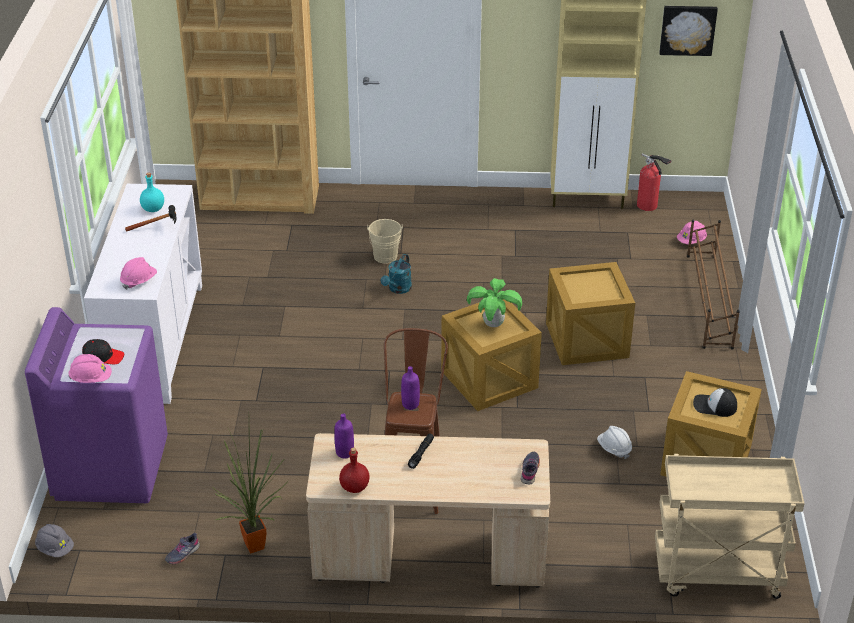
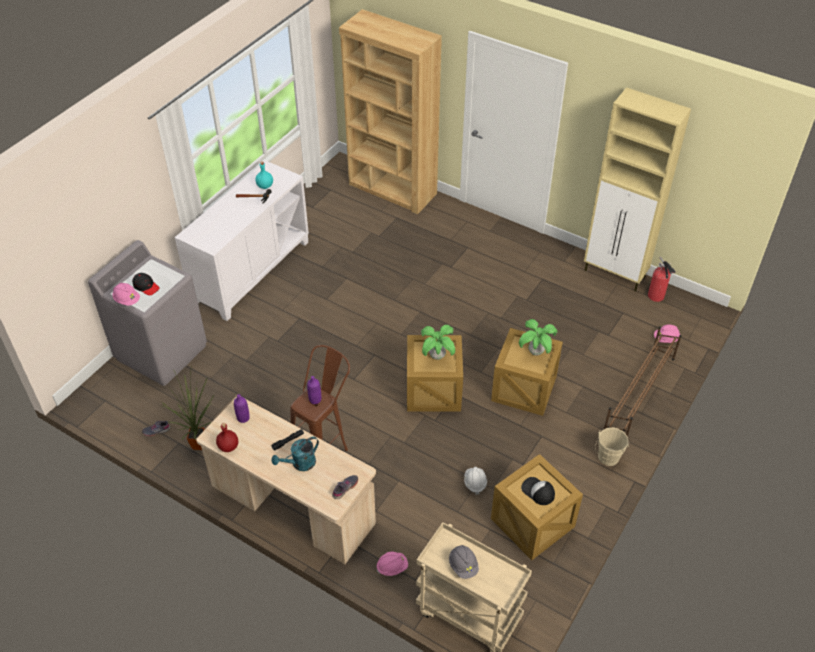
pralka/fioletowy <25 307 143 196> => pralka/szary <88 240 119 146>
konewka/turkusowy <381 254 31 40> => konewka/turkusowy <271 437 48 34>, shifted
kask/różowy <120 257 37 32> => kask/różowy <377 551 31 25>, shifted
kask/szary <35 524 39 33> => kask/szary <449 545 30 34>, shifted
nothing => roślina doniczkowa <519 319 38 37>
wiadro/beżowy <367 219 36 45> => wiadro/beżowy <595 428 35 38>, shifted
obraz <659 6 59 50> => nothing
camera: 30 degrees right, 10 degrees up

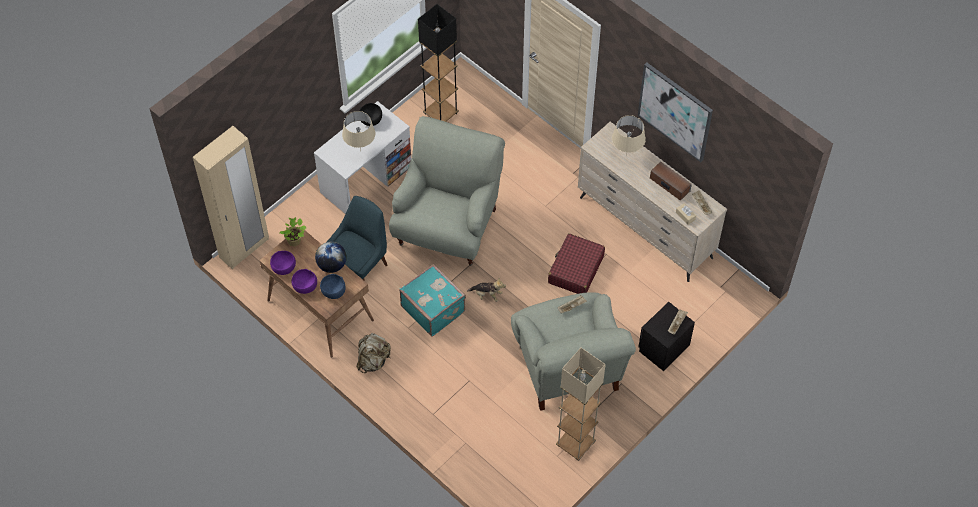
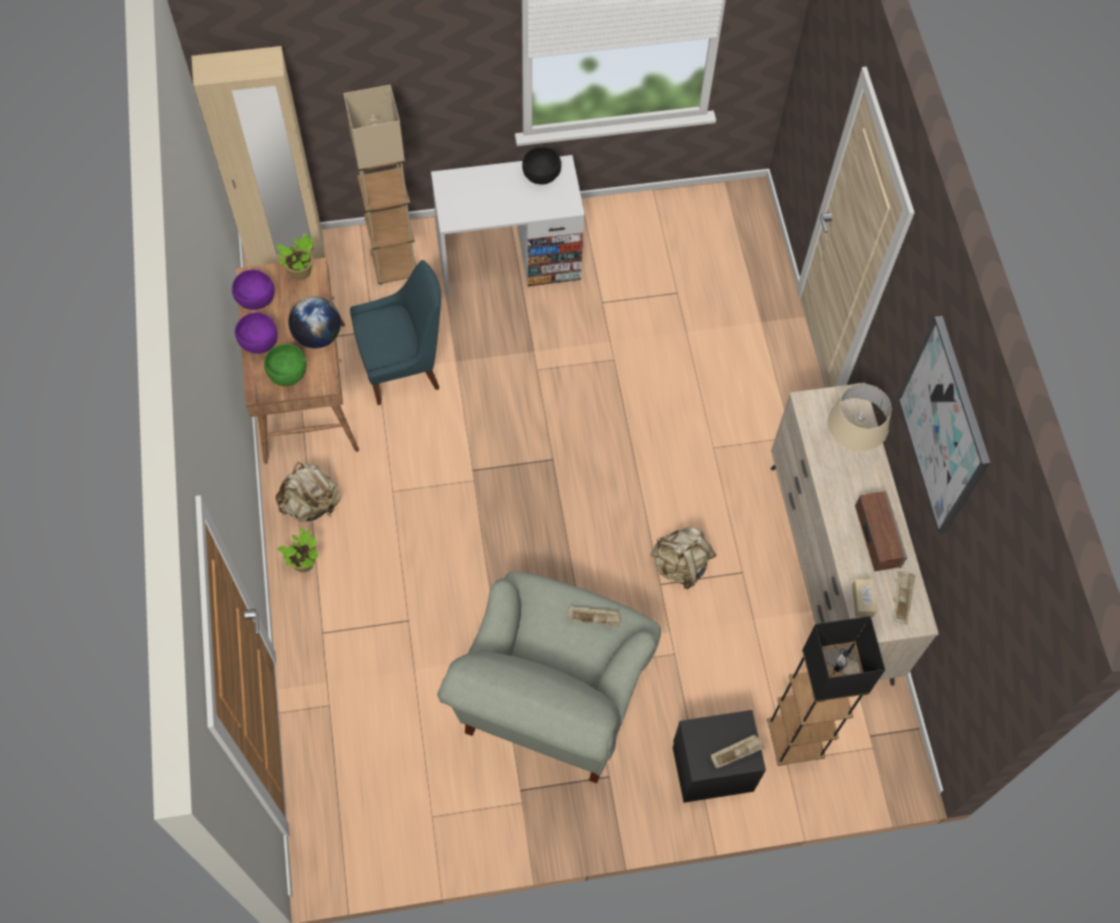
miska/niebieski <320 274 26 25> => miska/zielony <264 344 43 42>
nothing => roślina doniczkowa <277 528 41 44>
lampa stojąca/beżowy <556 348 50 113> => lampa stojąca/beżowy <344 85 72 201>, shifted
walizka/czerwony <548 233 57 61> => plecak/beżowy <650 527 66 62>
lampa stojąca/czarny <418 4 41 118> => lampa stojąca/czarny <767 616 118 150>, shifted
lampa stołowa/beżowy <342 111 33 39> => nothing
fotel/szary <389 116 116 150> => nothing
walizka/turkusowy <399 264 67 72> => nothing
pluszak <467 278 39 24> => nothing
camera: 35 degrees right, 5 degrees up

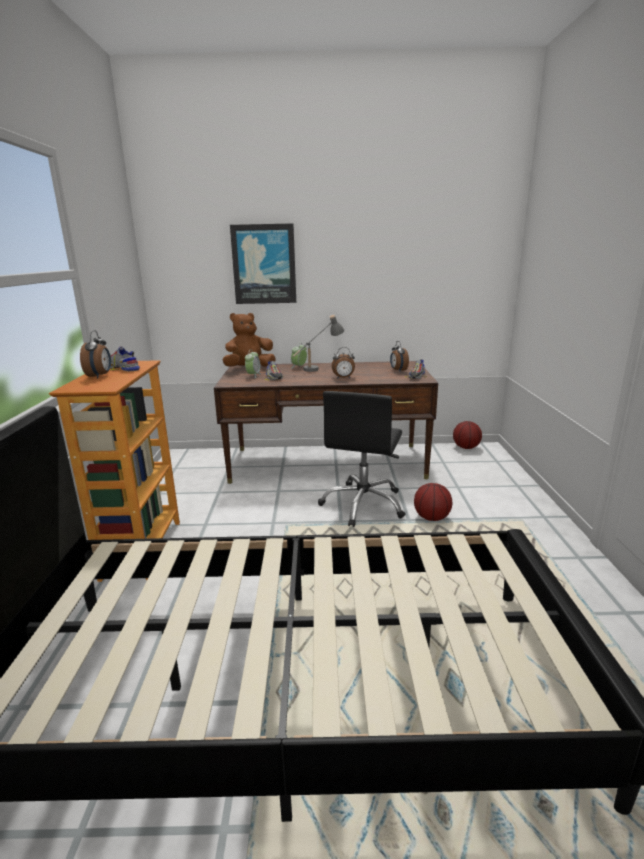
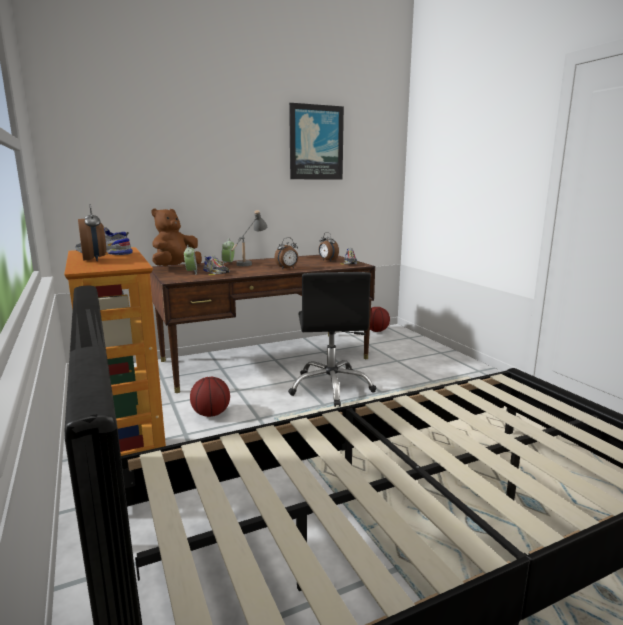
piłka do koszykówki <414 483 38 38> => piłka do koszykówki <190 377 40 40>, shifted
obraz <230 223 66 81> => obraz <289 103 55 76>, shifted
camera: 25 degrees left, 5 degrees down

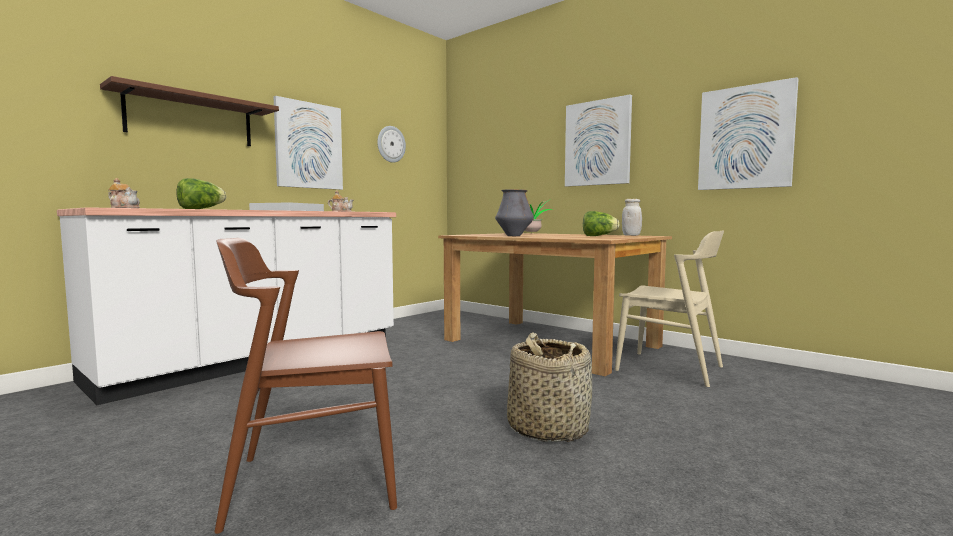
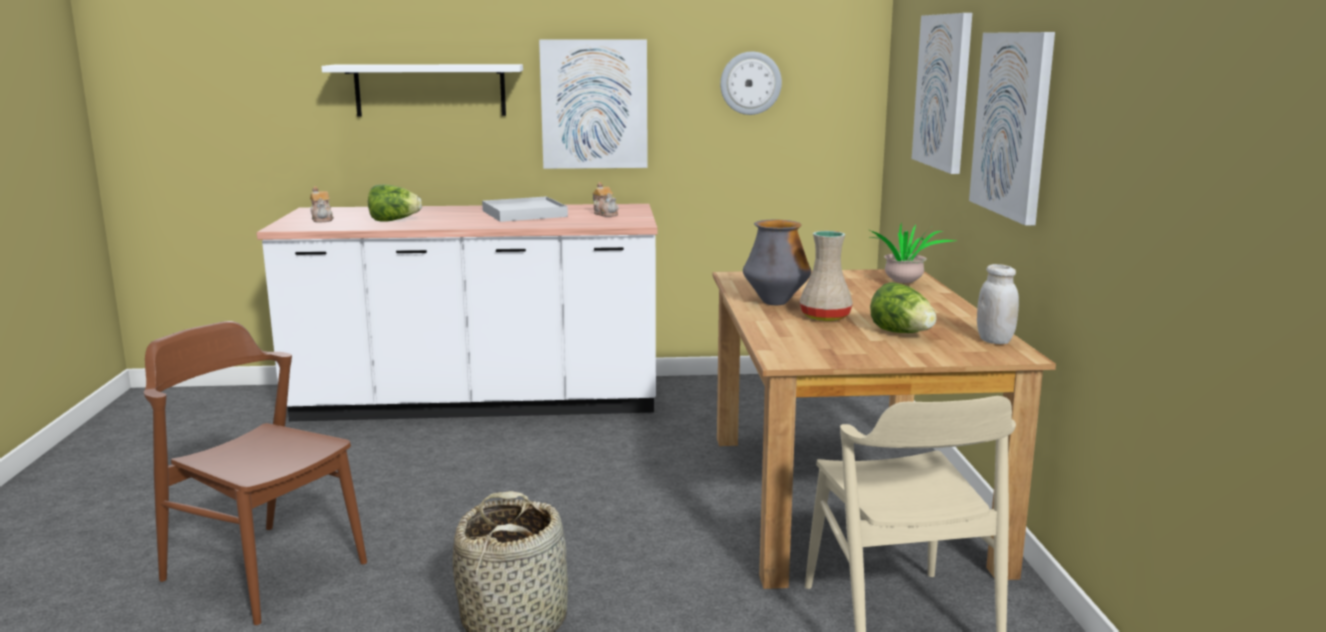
półka/brązowy <100 76 179 70> => półka/biały <321 64 202 52>
nothing => wazon/beżowy <799 231 54 90>
obraz <698 77 101 113> => obraz <912 13 60 161>, shifted
camera: 45 degrees right, 10 degrees up

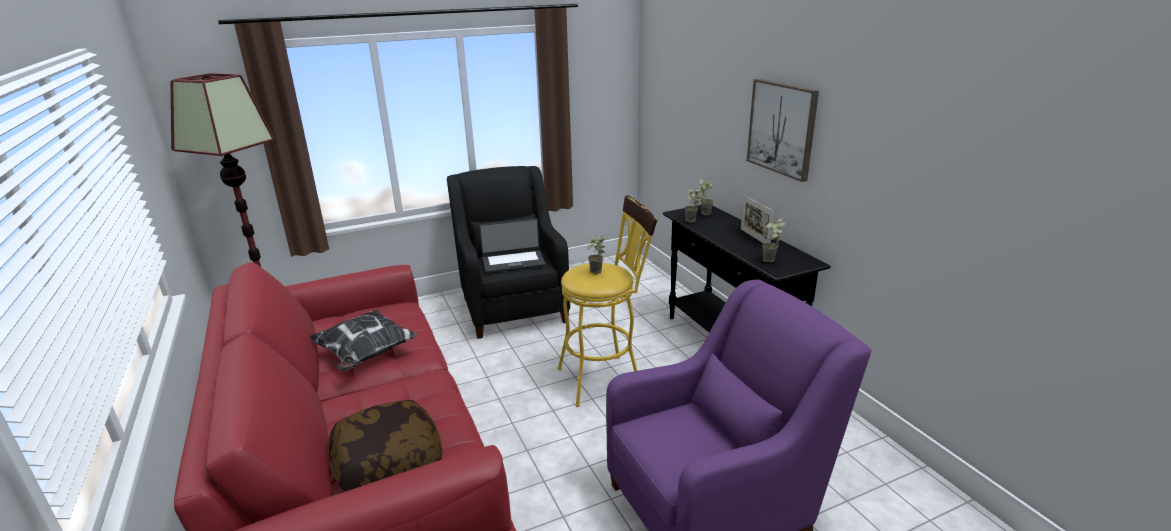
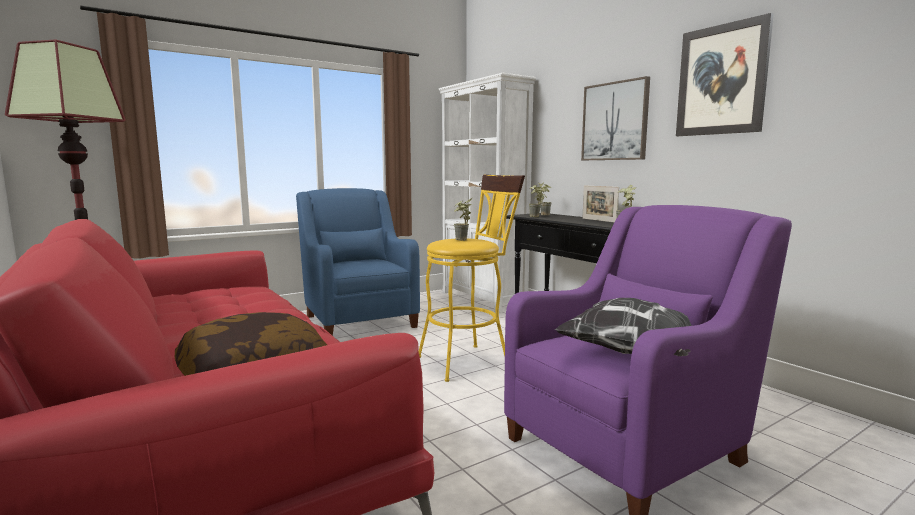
fotel/czarny <447 166 123 173> => fotel/niebieski <296 188 124 148>
nothing => regał/biały <438 73 98 240>
poduszka <310 310 108 61> => poduszka <555 298 137 58>, shifted
nothing => obraz <676 13 98 123>
laptop <479 218 67 55> => nothing
camera: 10 degrees left, 15 degrees down

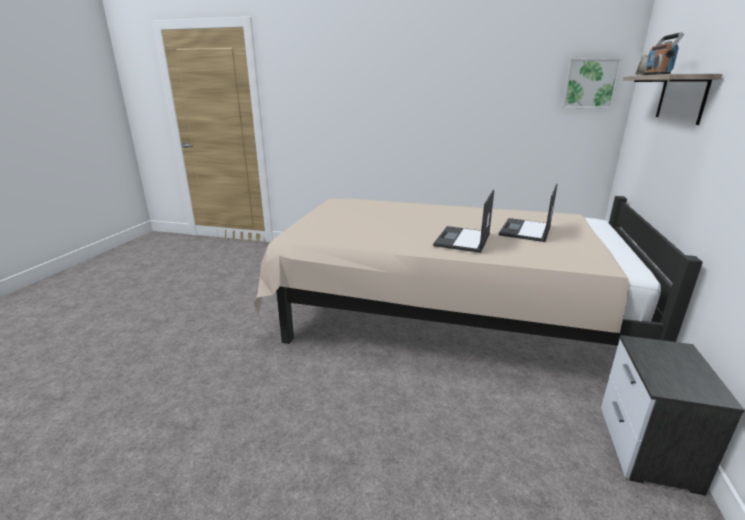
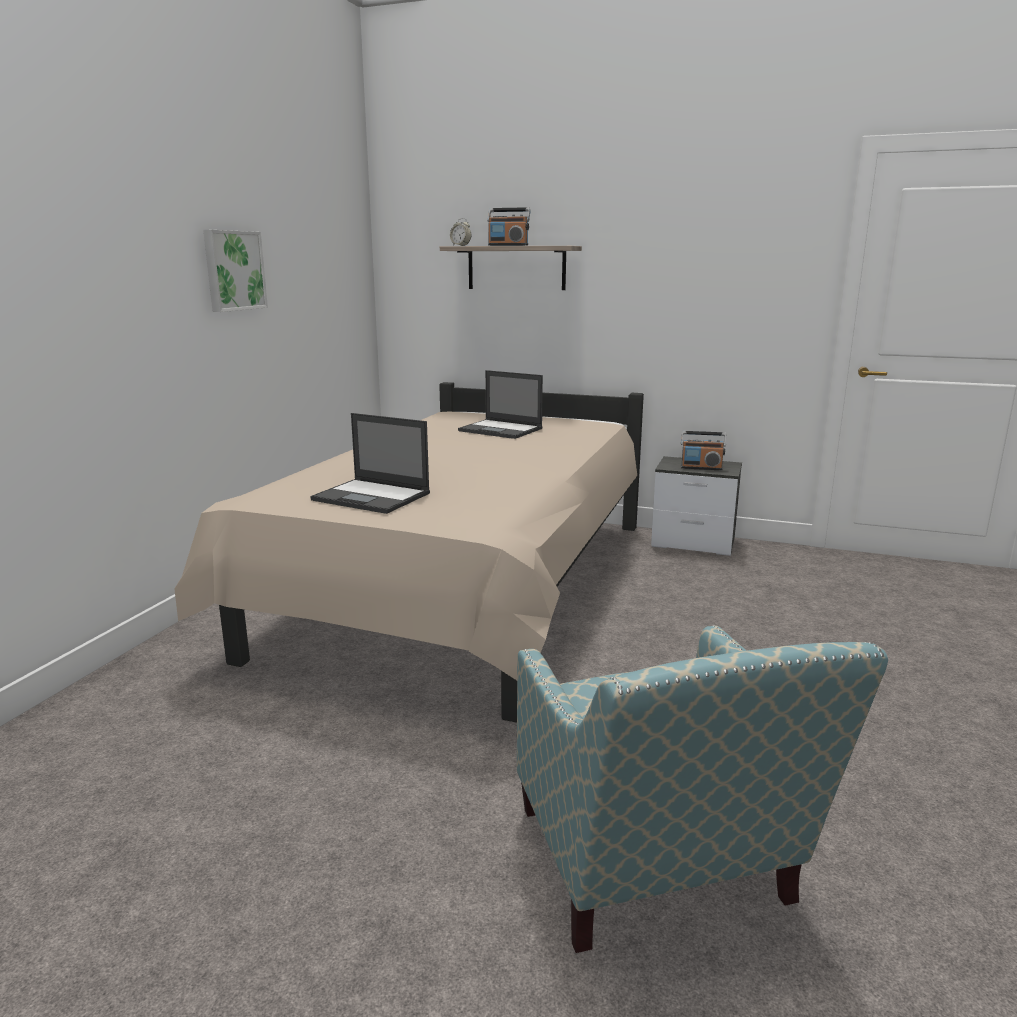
obraz <562 58 60 51> => obraz <203 230 65 82>, shifted
laptop <433 190 61 63> => laptop <310 413 120 101>, shifted
nothing => fotel <517 625 371 328>
nothing => radio <681 431 45 39>
camera: 85 degrees left, 5 degrees down

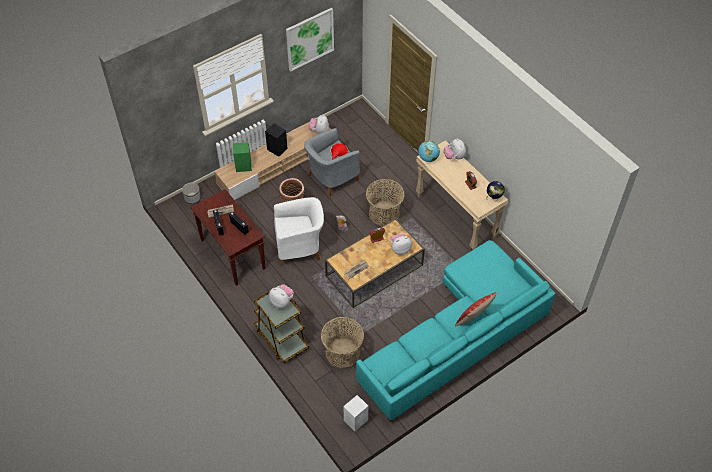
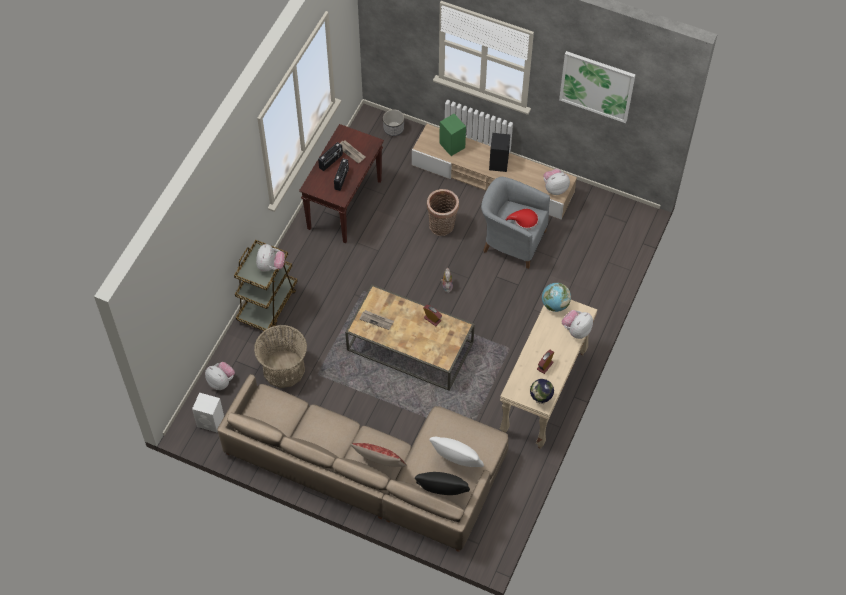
pluszak <390 233 22 22> => pluszak <205 362 30 28>, shifted
kanapa/turkusowy <356 240 199 182> => kanapa/beżowy <217 374 292 178>
nothing => poduszka/czarny <415 472 55 23>
nothing => poduszka/biały <429 437 55 30>
fotel/biały <274 197 50 69> => nothing
koszyk <366 179 39 47> => nothing
camera: 60 degrees right, 5 degrees up

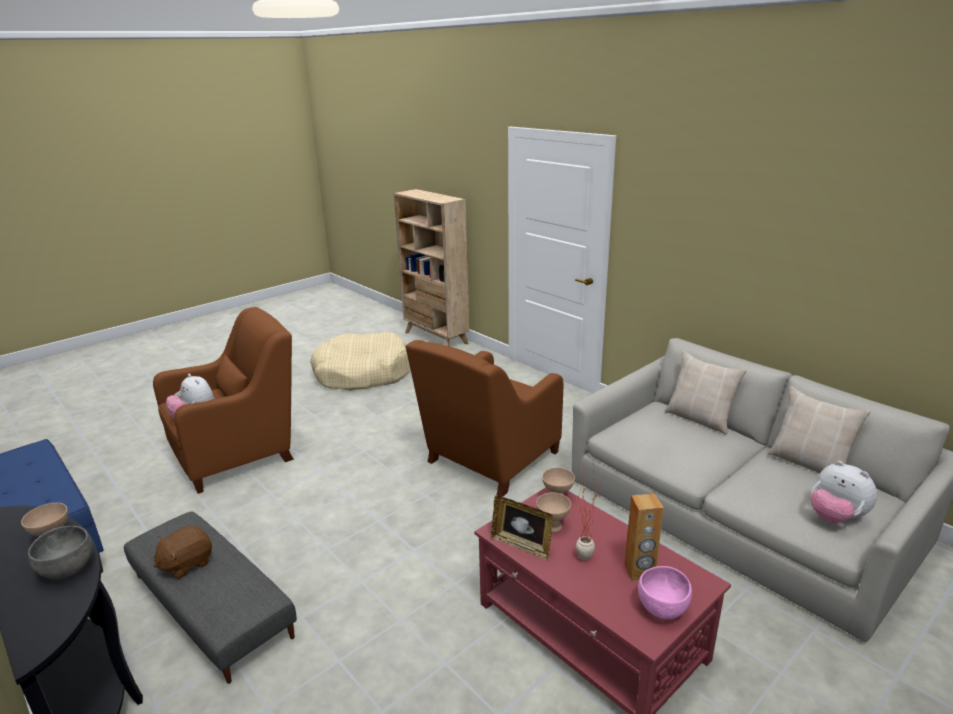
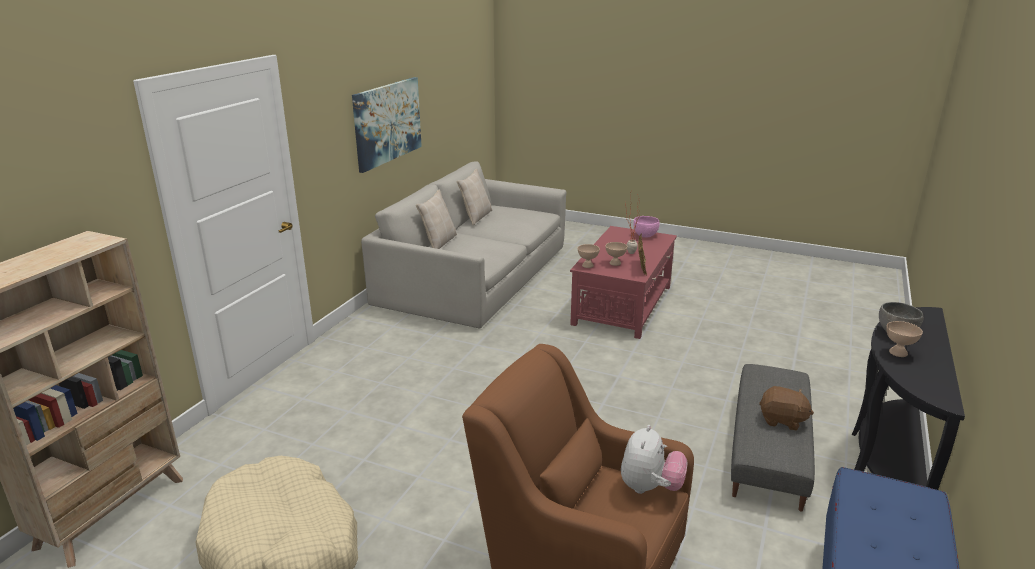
nothing => obraz <352 77 70 96>
fotel/brązowy <406 340 157 157> => nothing
głośnik/brązowy <625 493 39 88> => nothing
pluszak <811 461 66 62> => nothing
camera: 115 degrees left, 0 degrees up

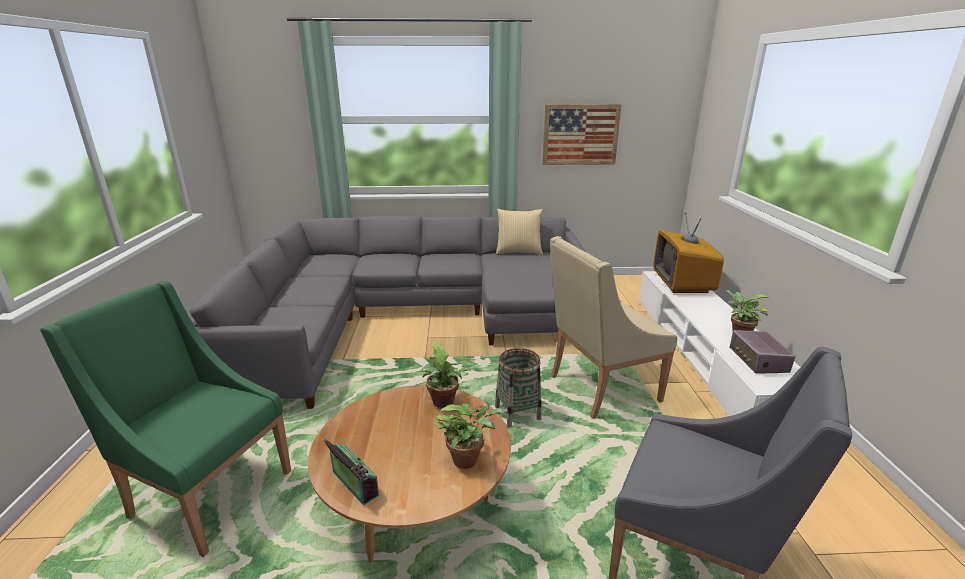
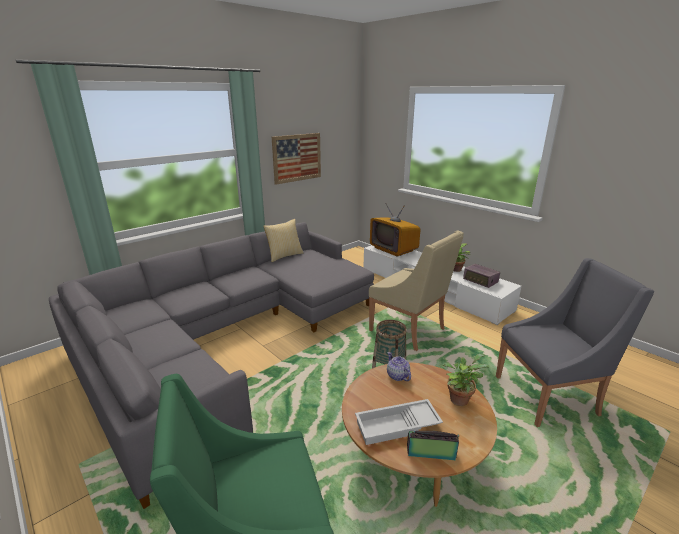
nothing => taca/biały <355 399 88 46>
fotel/beżowy <550 236 127 183> => fotel/beżowy <369 230 95 121>, 75 degrees counterclockwise
roślina doniczkowa <420 342 51 66> => imbryk <387 352 24 29>
camera: 40 degrees left, 0 degrees up

